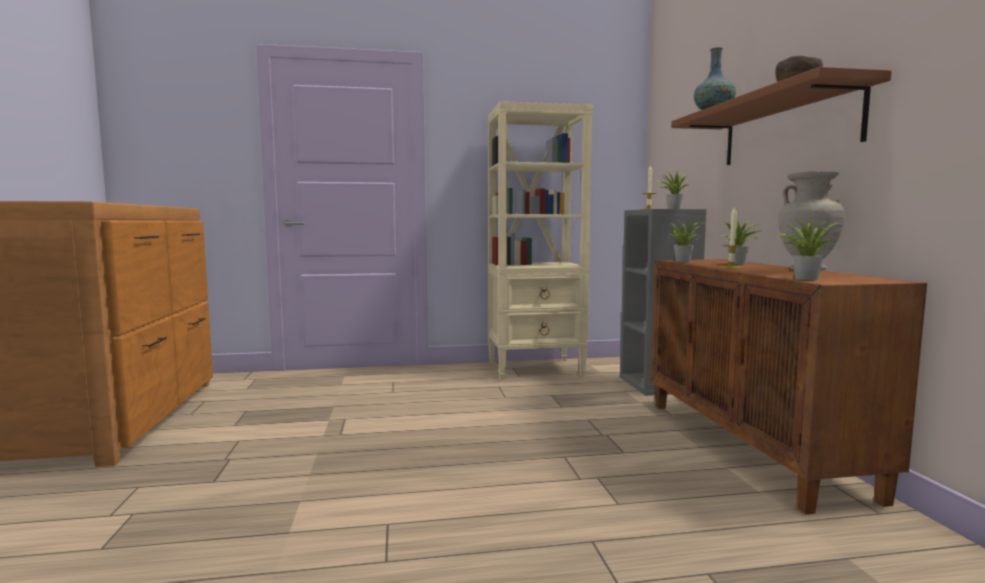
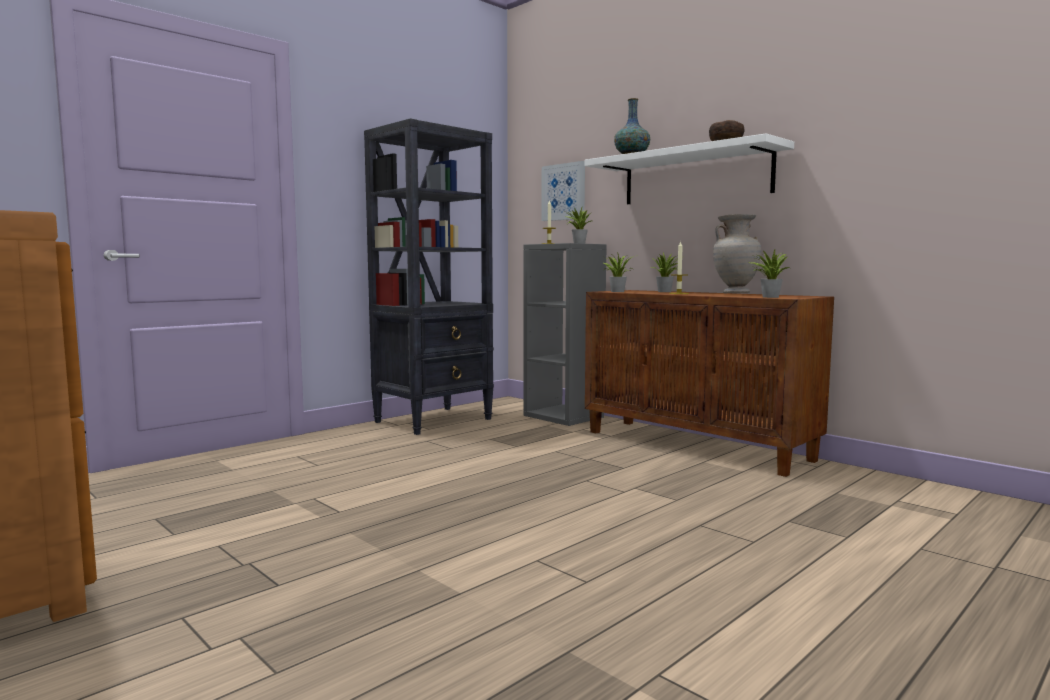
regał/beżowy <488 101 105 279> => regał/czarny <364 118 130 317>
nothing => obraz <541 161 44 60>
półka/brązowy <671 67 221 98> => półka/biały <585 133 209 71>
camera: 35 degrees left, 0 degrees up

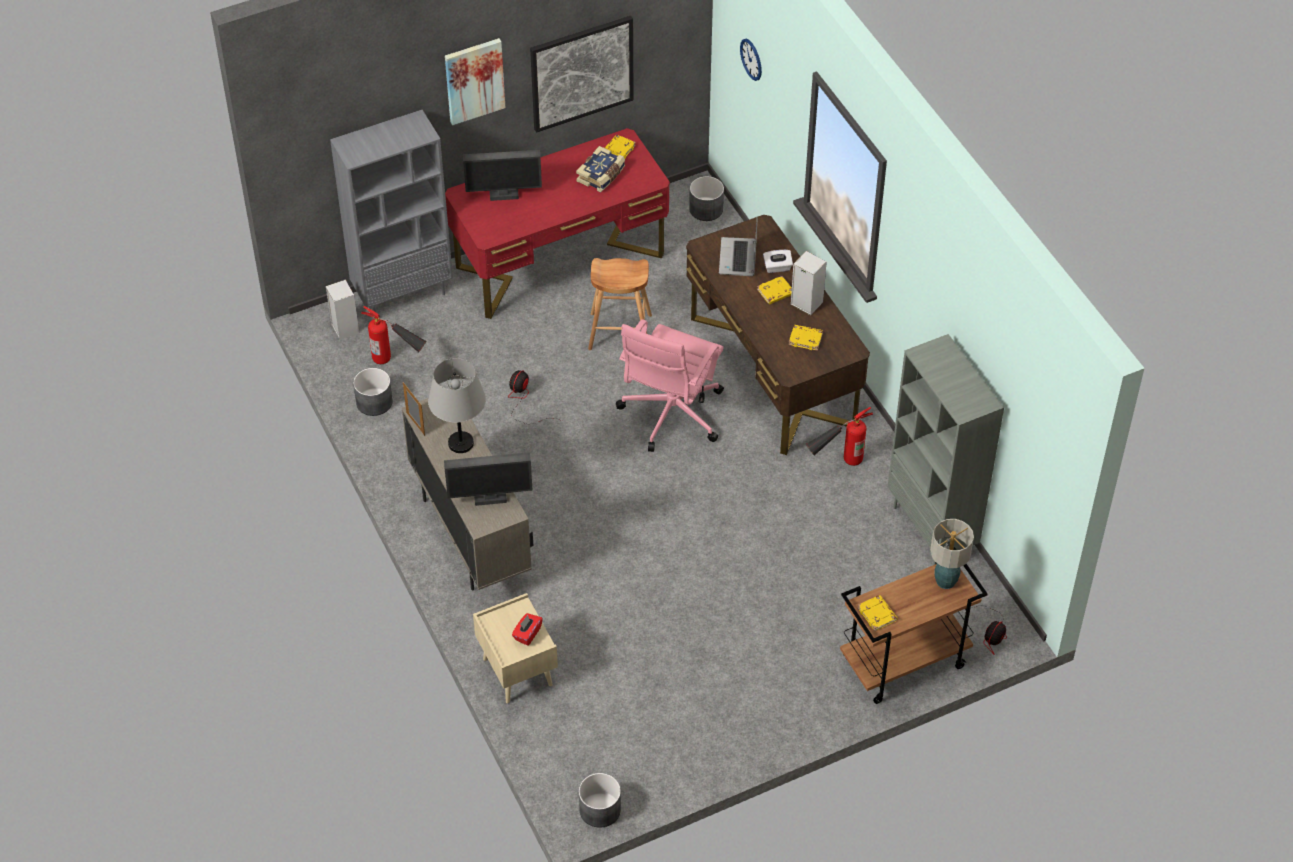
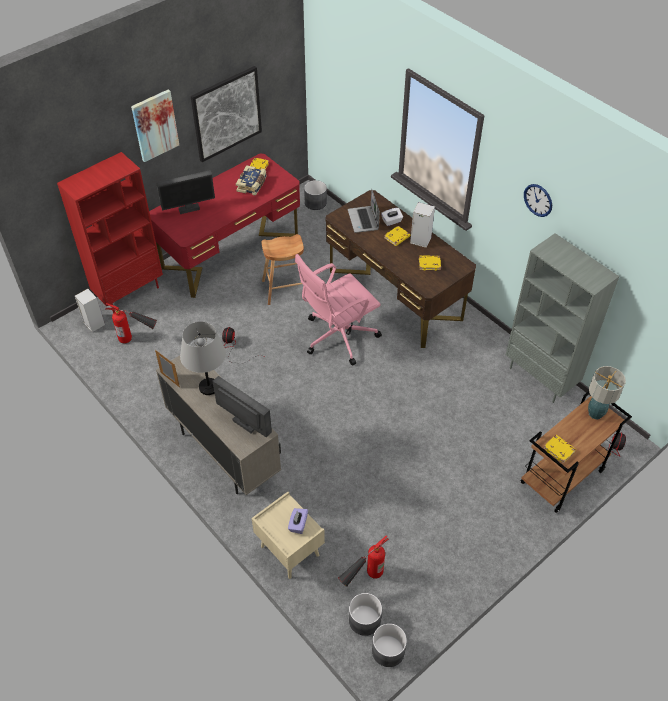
regał/szary <330 110 123 202> => regał/czerwony <57 152 106 161>
monitor <444 452 89 54> => monitor <213 376 59 61>, 120 degrees counterclockwise
pudełko chusteczek/czerwony <512 613 31 33> => pudełko chusteczek/fioletowy <288 508 20 26>
krzesło biurowe/różowy <616 319 108 133> => krzesło biurowe/różowy <295 254 87 111>, 45 degrees clockwise
gaśnica <806 407 67 59> => gaśnica <338 536 51 51>, shifted
donica/szary <353 368 40 48> => donica/szary <349 593 33 43>, shifted
zegar ścienny <740 39 22 42> => zegar ścienny <524 184 28 33>, shifted
camera: 15 degrees left, 0 degrees up

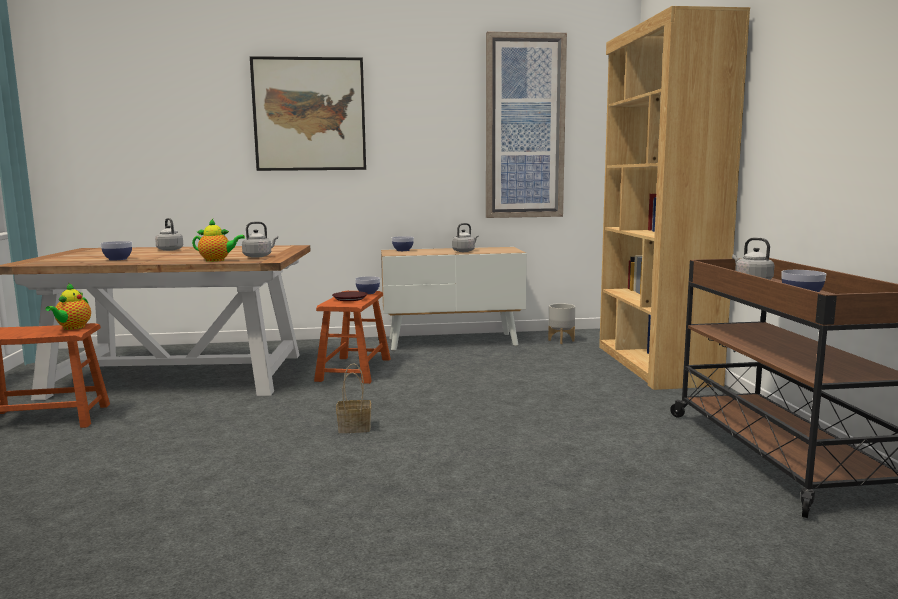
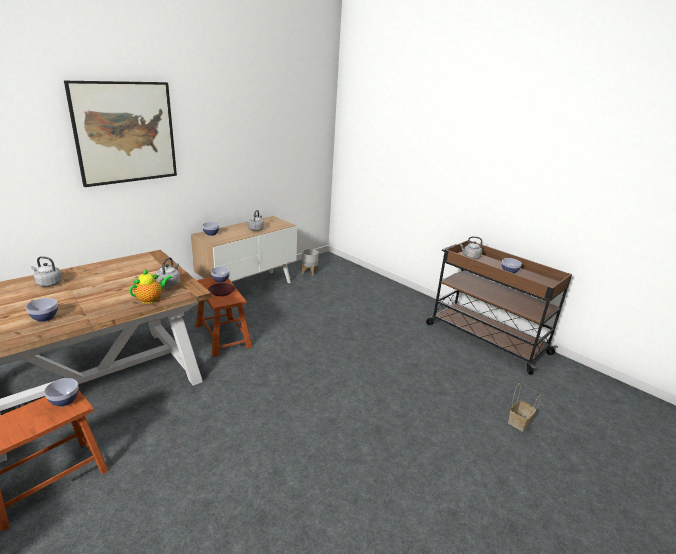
imbryk <45 283 46 47> => miska <44 378 35 29>
koszyk <336 363 35 70> => koszyk <508 383 33 49>, shifted
obraz <486 32 81 186> => nothing
regał/brązowy <599 6 151 384> => nothing
camera: 40 degrees left, 15 degrees up

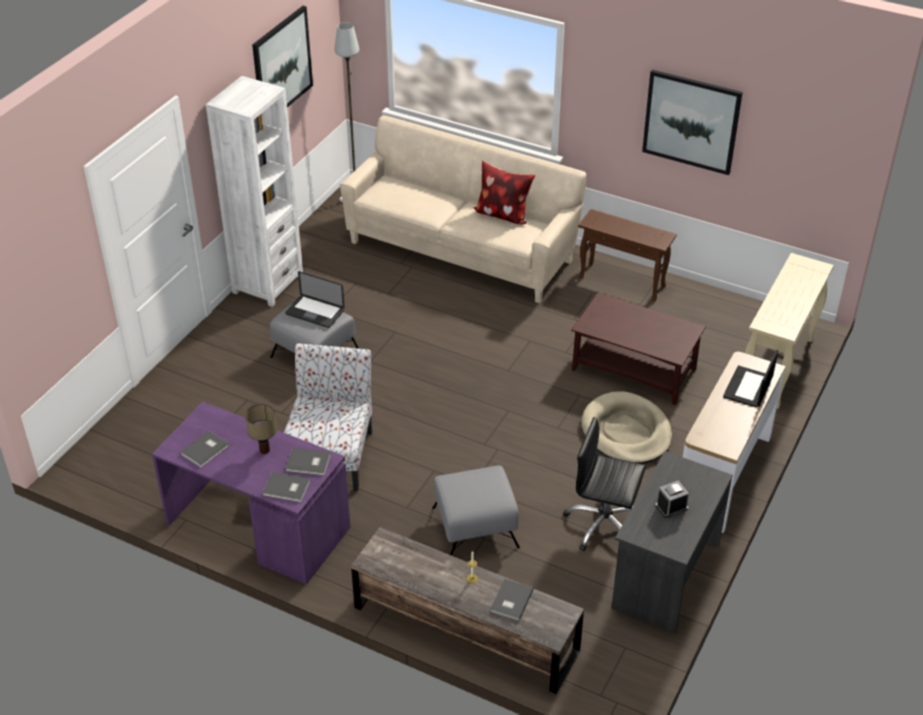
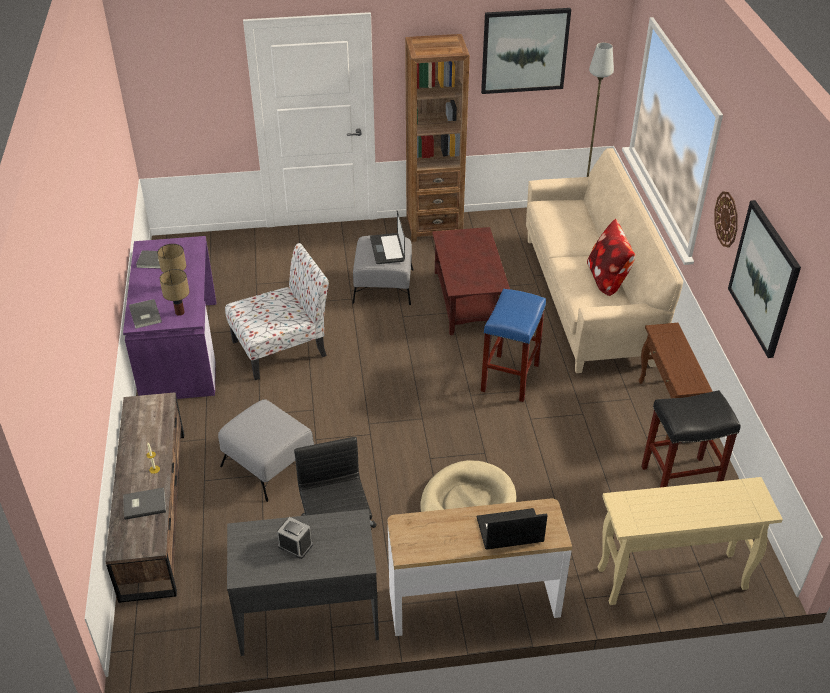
książka/szary <285 448 46 28> => lampa stołowa <159 269 30 47>
regał/biały <206 76 97 231> => regał/brązowy <405 34 65 208>
ława/brązowy <571 293 135 112> => ława/brązowy <432 227 78 108>, shifted
nothing => stołek/niebieski <481 289 65 113>
nothing => stołek/czarny <641 390 100 97>
nothing => zegar ścienny <714 191 24 57>
camera: 55 degrees right, 0 degrees up

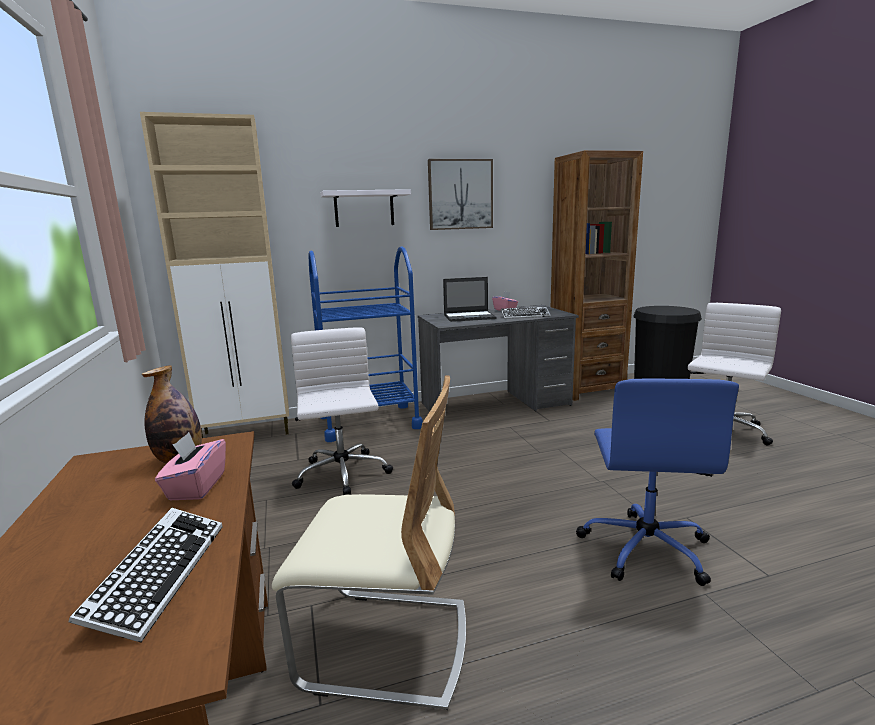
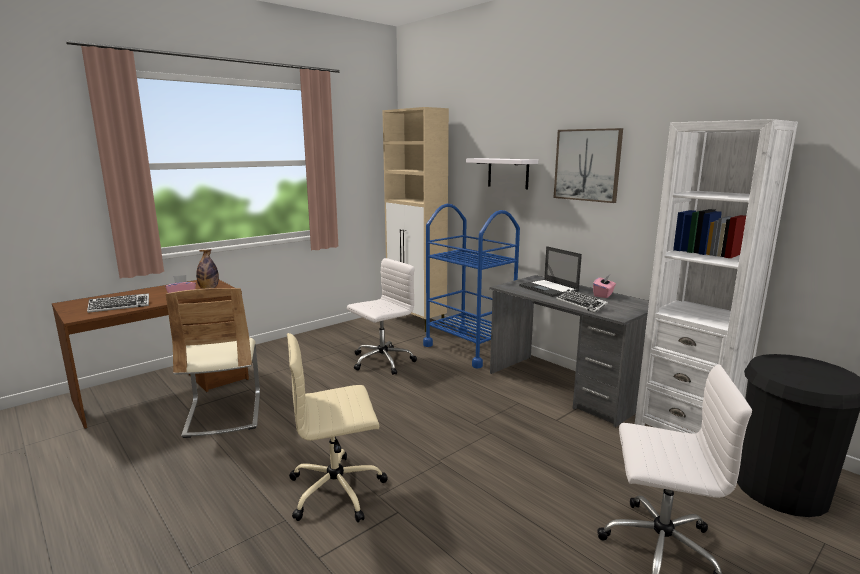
krzesło biurowe/niebieski <576 379 163 207> => krzesło biurowe/beżowy <287 333 101 190>
regał/brązowy <551 150 92 251> => regał/biały <635 119 163 315>
camera: 65 degrees right, 0 degrees up

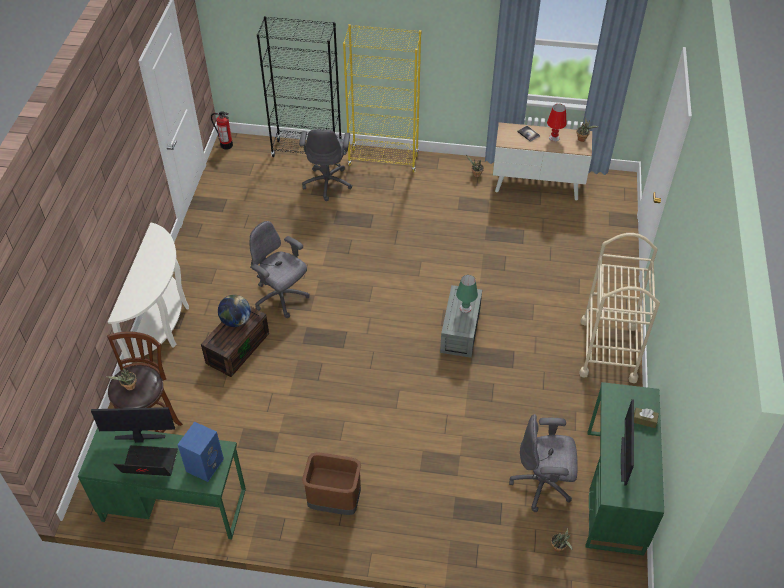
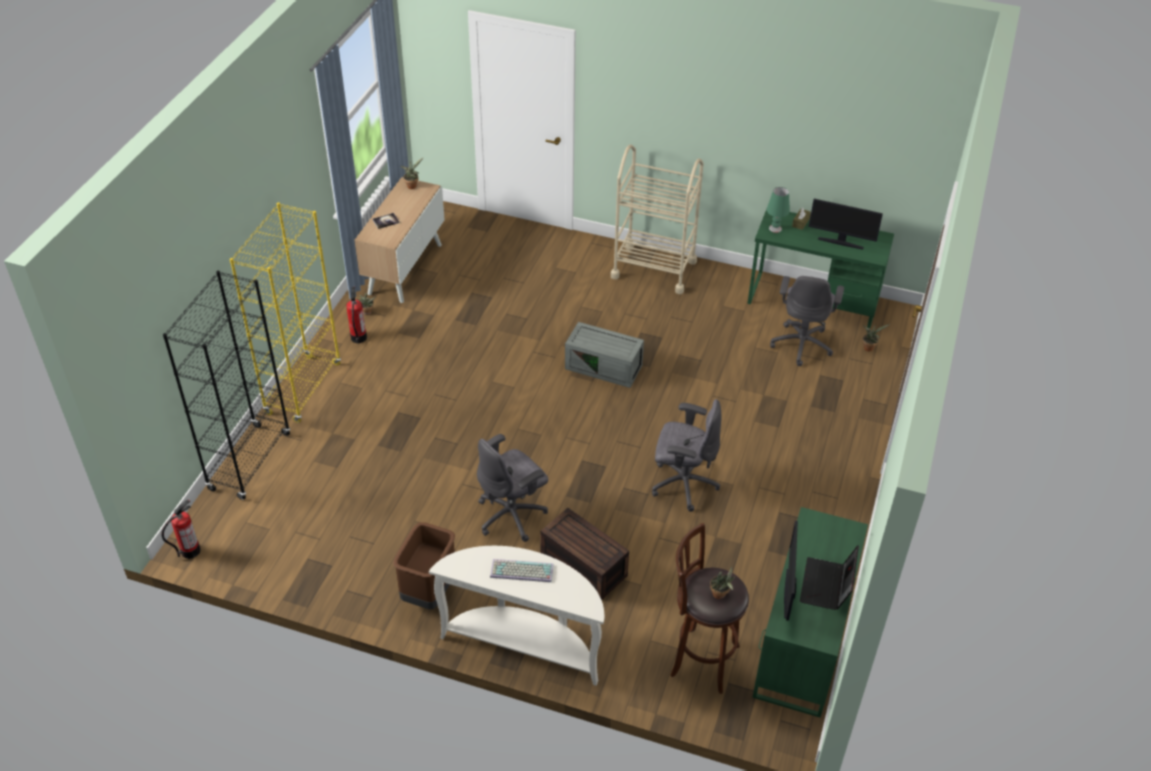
nothing => gaśnica <346 287 21 56>
kosz na śmieci/brązowy <302 452 59 63> => kosz na śmieci/brązowy <393 522 62 87>, shifted
nothing => klawiatura <490 559 64 23>
krzesło biurowe/szary <299 129 53 72> => krzesło biurowe/szary <652 399 69 113>, shifted
lampa stołowa/zielony <456 275 22 38> => lampa stołowa/zielony <767 187 23 46>, shifted
głośnik/niebieski <177 422 47 60> => nothing
globus <218 295 33 32> => nothing
lampa stołowa/czerwony <547 104 19 38> => nothing
camera: 80 degrees left, 5 degrees down

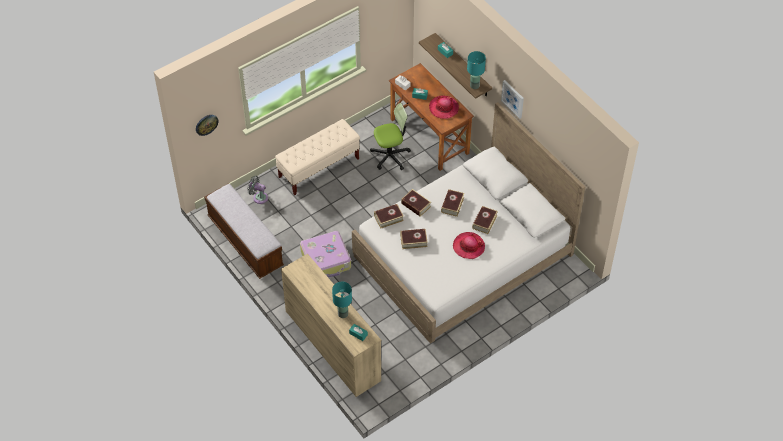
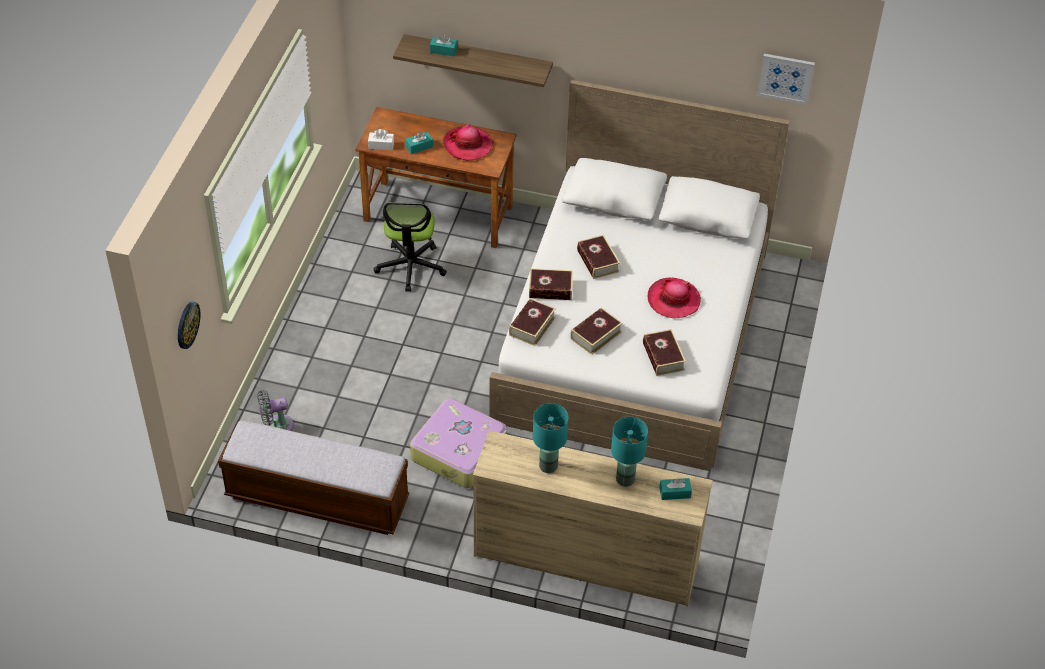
krzesło biurowe <370 103 41 67> => krzesło biurowe <374 202 73 90>, 150 degrees clockwise
lampa stołowa/turkusowy <467 51 19 38> => lampa stołowa/turkusowy <533 403 36 70>, shifted
książka <472 206 26 28> => książka <643 329 43 47>, shifted
obraz <501 80 23 39> => obraz <757 54 58 50>, shifted
ławka/beżowy <275 119 85 76> => nothing
camera: 40 degrees left, 5 degrees down

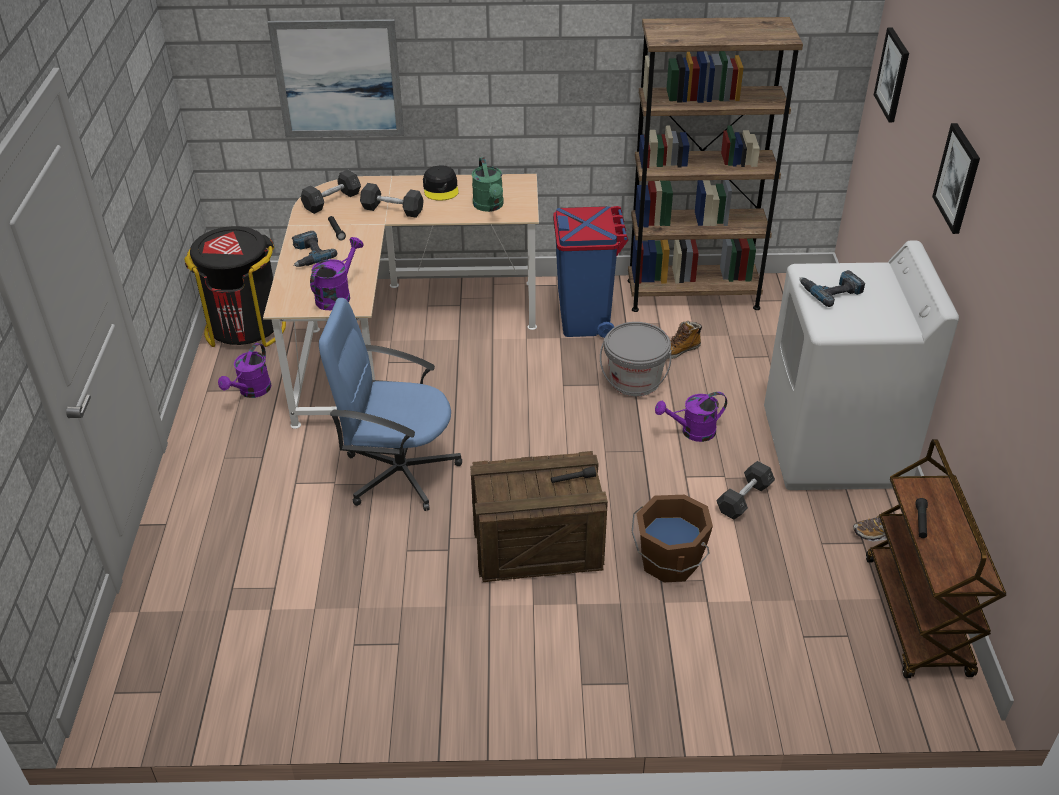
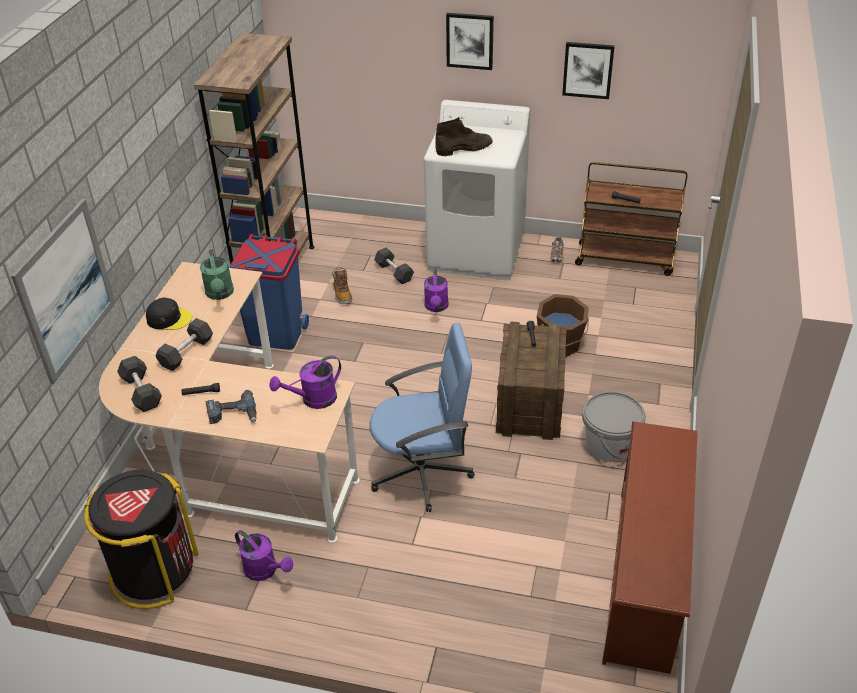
konewka/zielony <472 157 32 55> => konewka/zielony <200 249 34 51>, 75 degrees clockwise
konewka/fioletowy <310 237 54 73> => konewka/fioletowy <269 355 72 54>, 75 degrees counterclockwise
krzesło biurowe/niebieski <319 298 143 213> => krzesło biurowe/niebieski <370 323 105 189>, 120 degrees counterclockwise
hantel/szary <716 461 59 59> => hantel/szary <374 247 40 37>, shifted
wiertarka <800 270 65 37> => but z cholewką/brązowy <435 117 58 39>
obraz <874 27 35 95> => obraz <562 42 53 57>, shifted
wiadro/szary <600 322 72 74> => wiadro/szary <582 391 64 71>, shifted
nothing => regał na buty/brązowy <602 422 95 252>
camera: 75 degrees left, 0 degrees up

